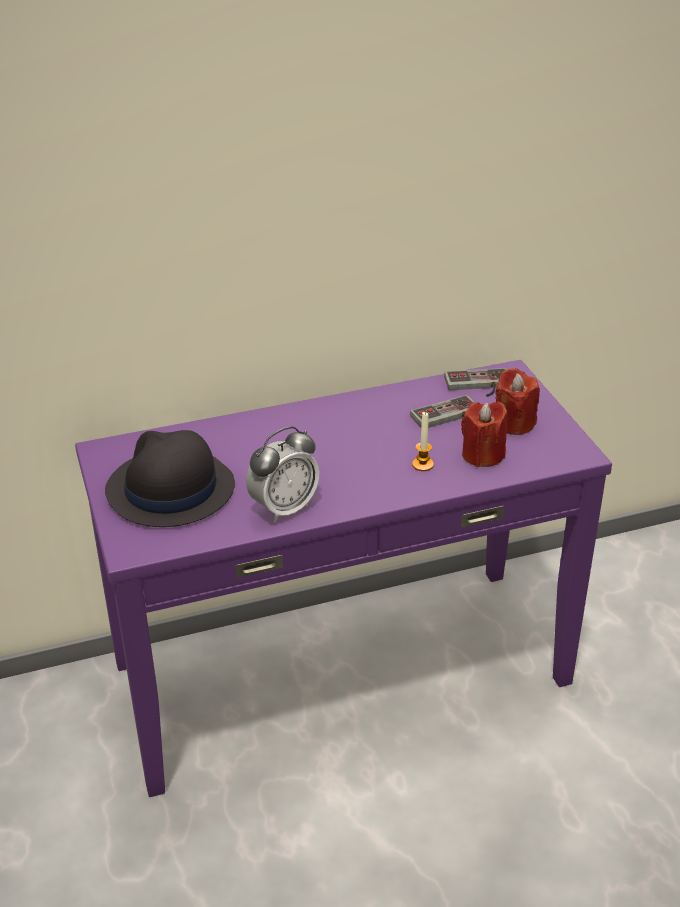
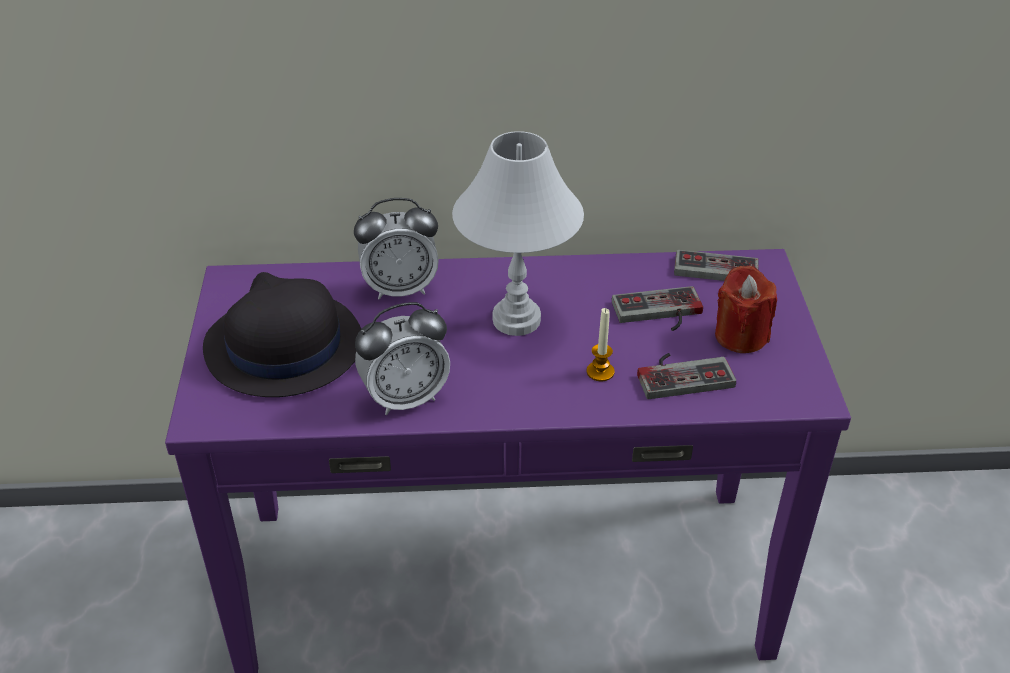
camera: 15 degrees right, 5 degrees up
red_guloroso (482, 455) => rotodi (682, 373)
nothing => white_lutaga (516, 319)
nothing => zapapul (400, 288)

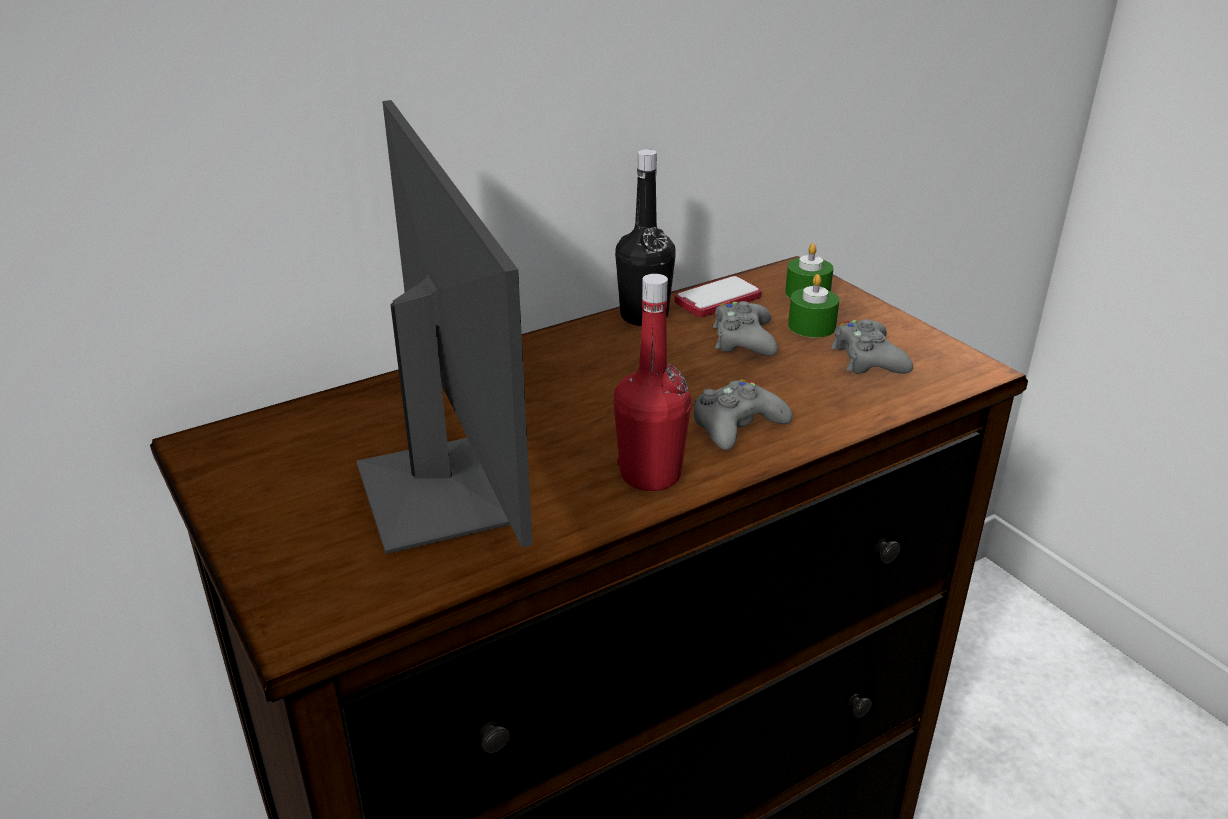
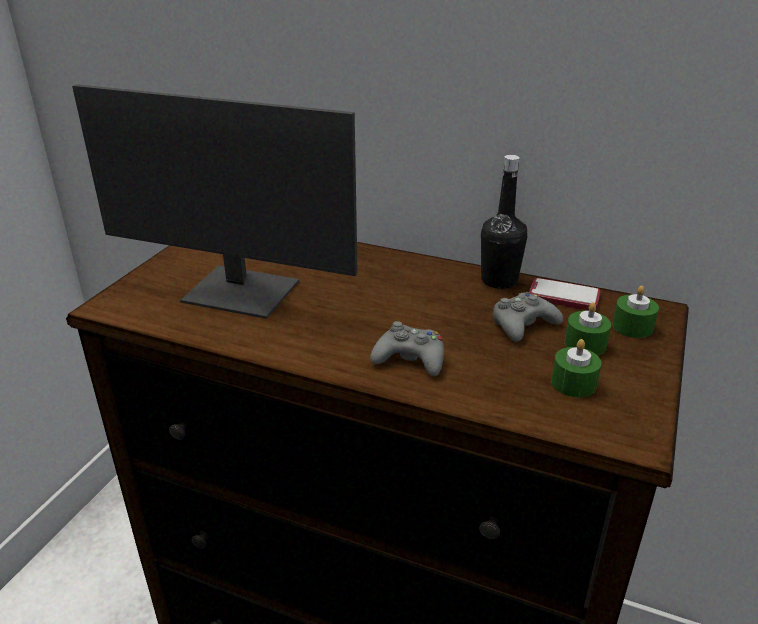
camera: 55 degrees right, 0 degrees up
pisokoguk (438, 491) => pisokoguk (240, 293), 75 degrees clockwise
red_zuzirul (650, 475) => nothing
grey_rotodi (868, 359) => green_guloroso (573, 383)

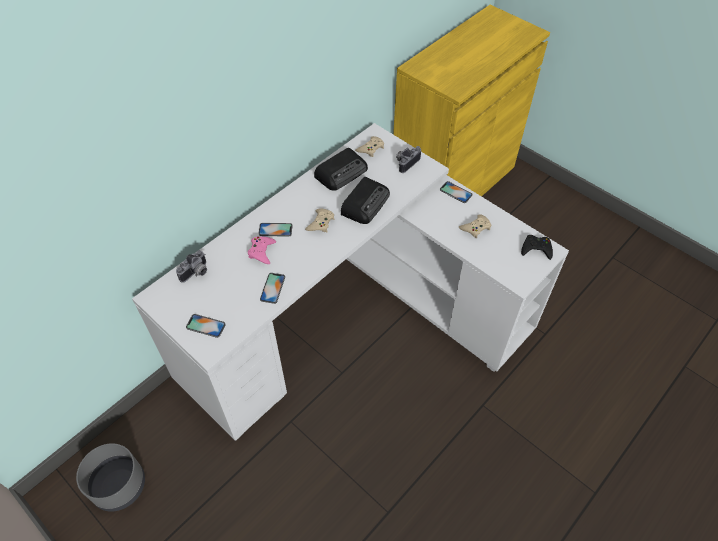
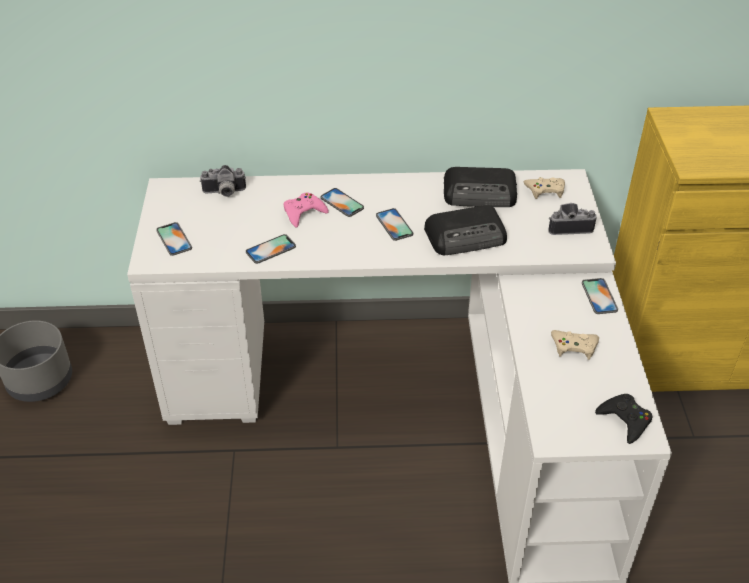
camera: 45 degrees right, 10 degrees down
beige_rotodi (320, 223) => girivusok (394, 225)

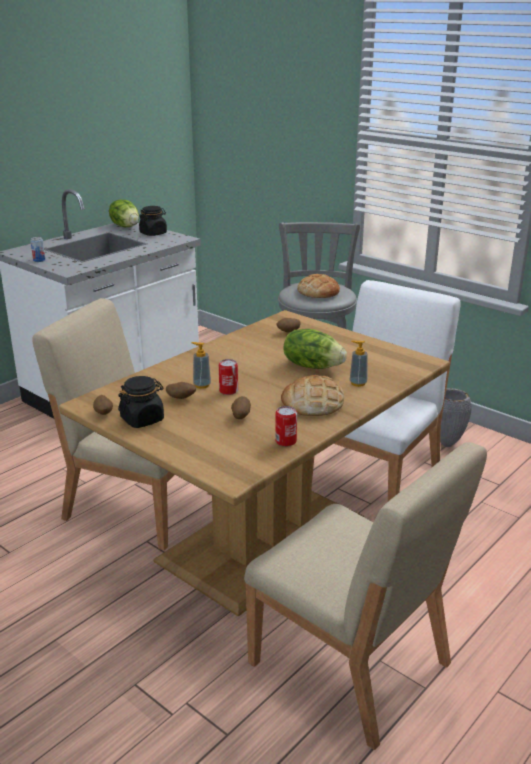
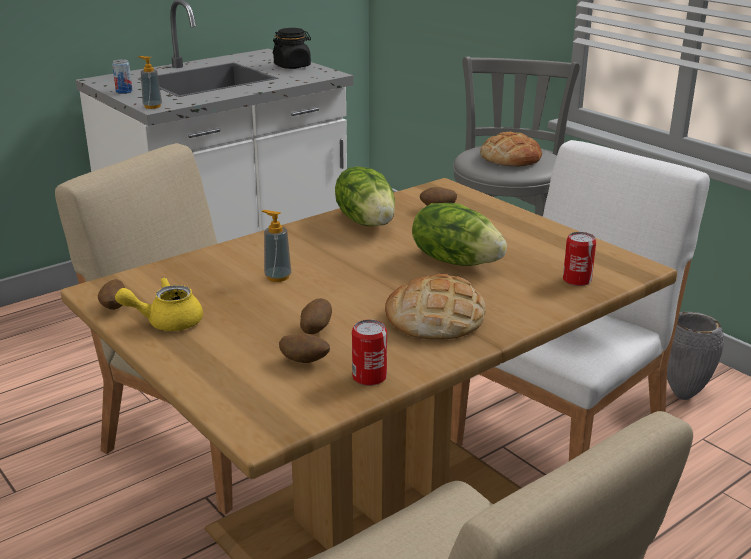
camera: 10 degrees right, 0 degrees up
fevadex (126, 226) => fevadex (367, 221), relocated
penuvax (358, 383) => penuvax (152, 106), relocated
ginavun (228, 391) => ginavun (577, 280), relocated
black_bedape (142, 419) => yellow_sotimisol (166, 322)
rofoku (181, 398) => rofoku (305, 362), relocated

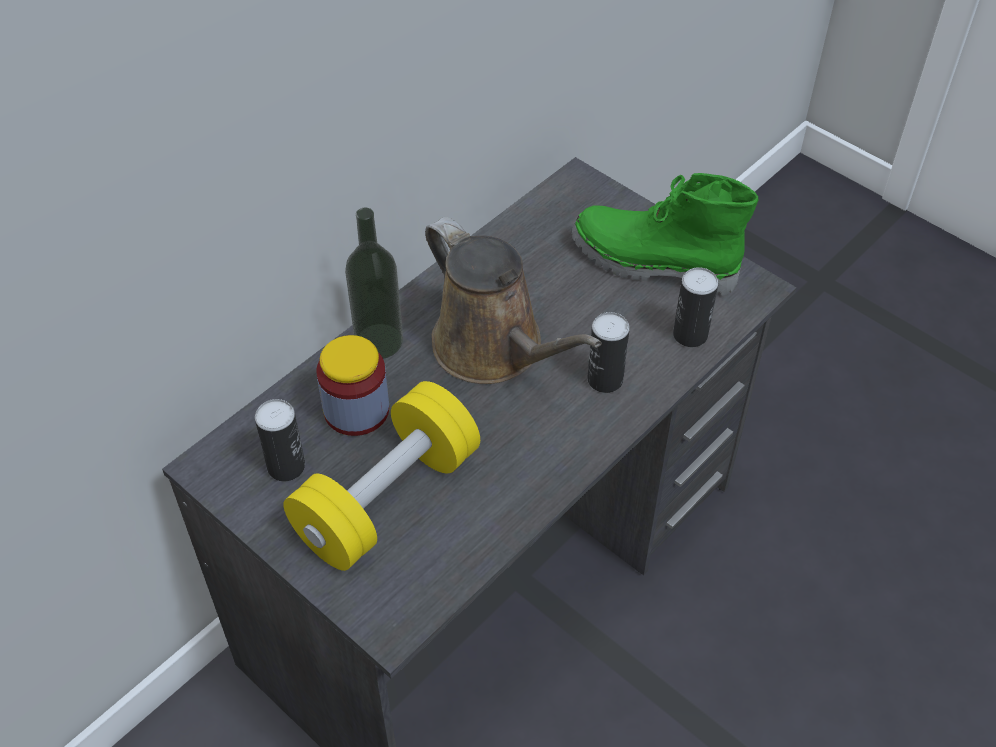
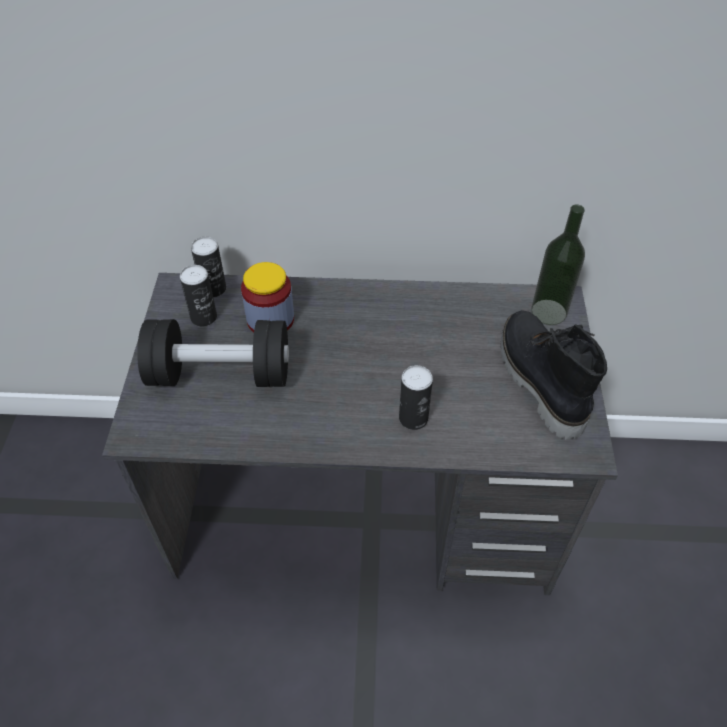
camera: 50 degrees right, 0 degrees up
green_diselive (652, 265) => black_diselive (538, 381)
zuzirul (379, 341) => zuzirul (549, 312), relocated
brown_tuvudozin (494, 349) => nothing
ginavun (690, 334) => ginavun (213, 289), relocated
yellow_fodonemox (387, 499) => black_fodonemox (220, 374)

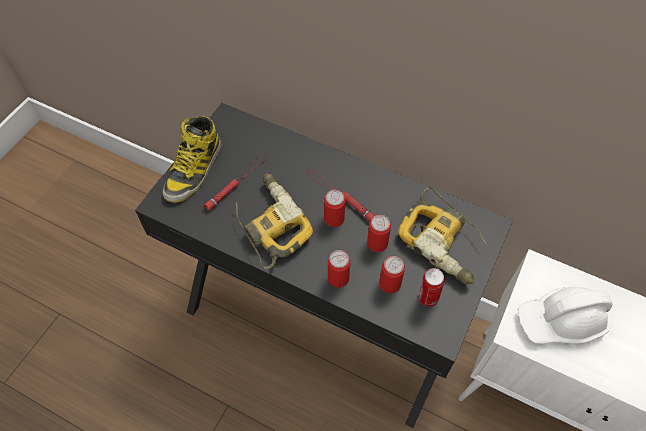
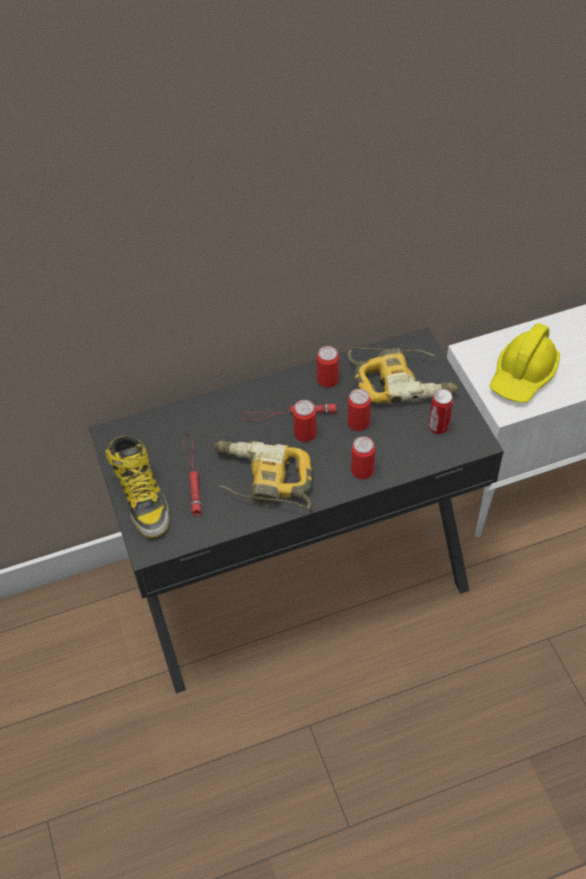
camera: 45 degrees left, 5 degrees down
ginavun (389, 284) => ginavun (327, 380), relocated
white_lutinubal (560, 321) => yellow_lutinubal (523, 375)

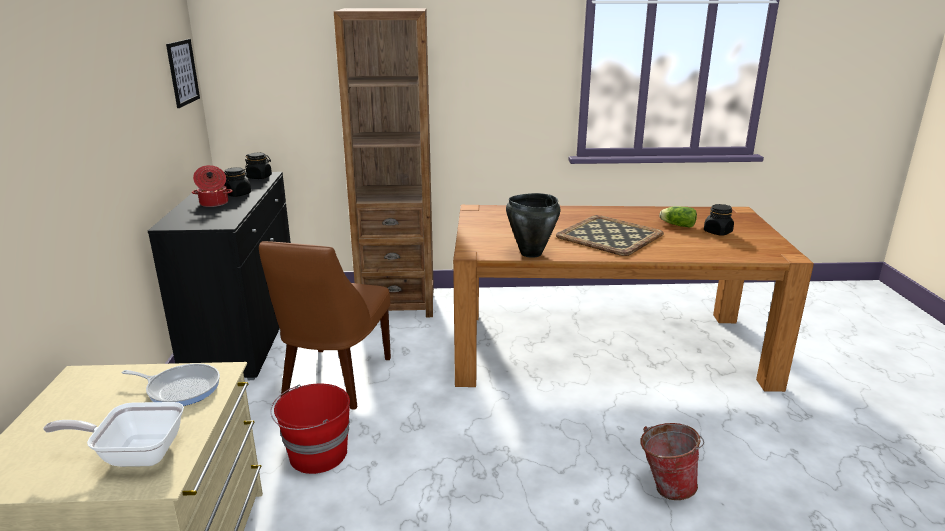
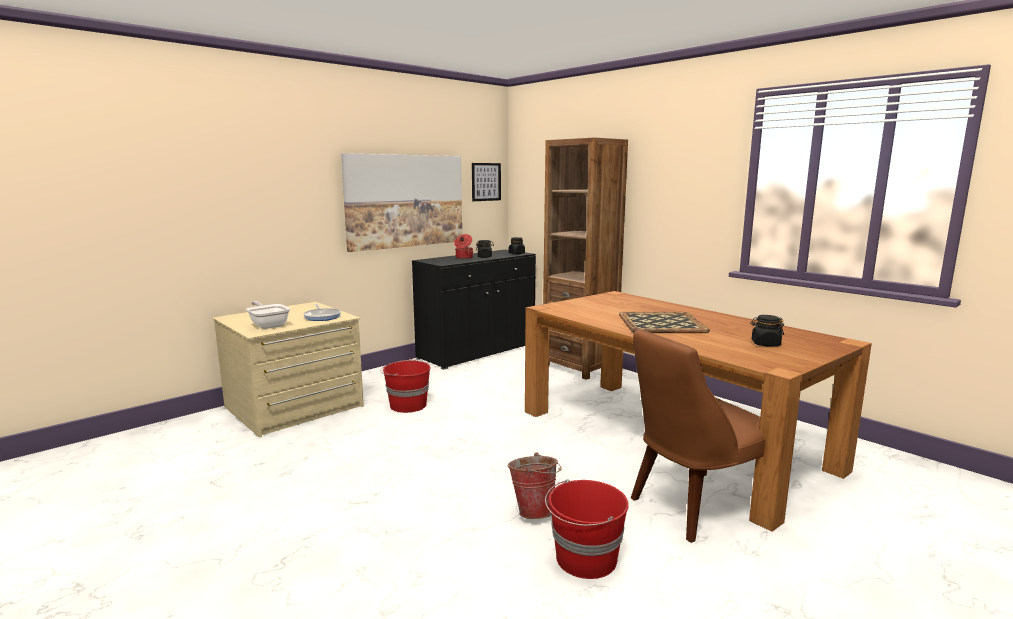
camera: 50 degrees right, 10 degrees down
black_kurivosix (530, 253) => nothing
fevadex (676, 225) => nothing
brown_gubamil (334, 381) => brown_gubamil (693, 506), relocated
nothing => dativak (405, 201)
nothing => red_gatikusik (585, 559)

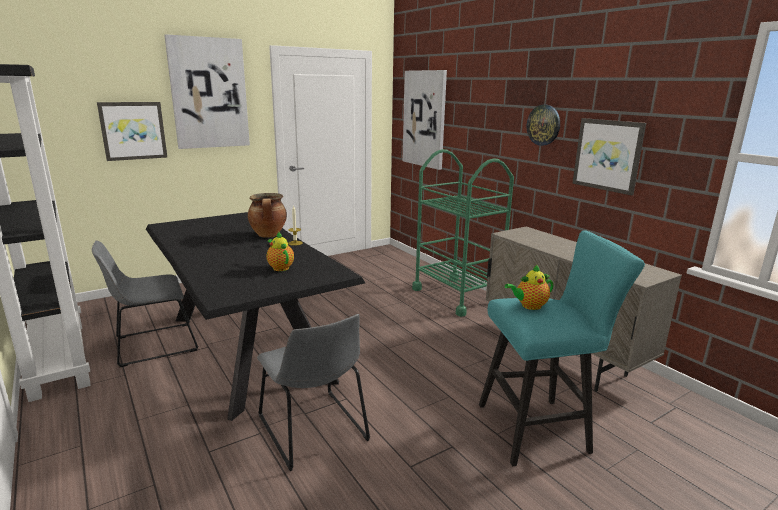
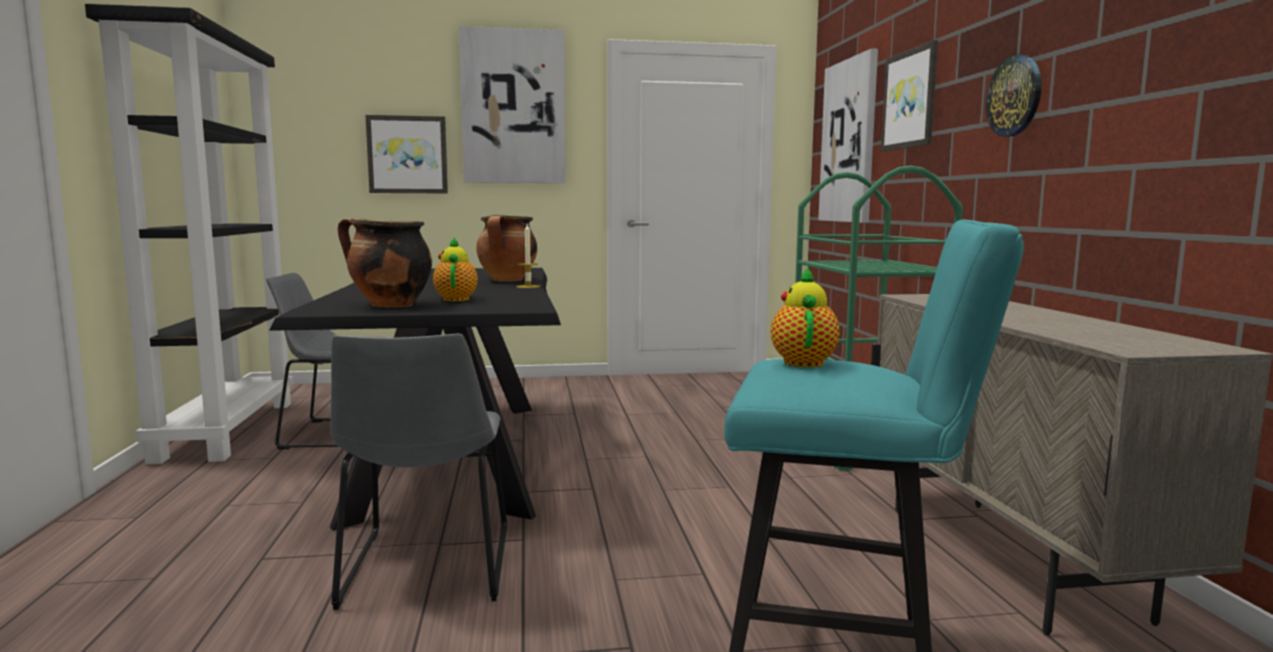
camera: 25 degrees right, 10 degrees down
dativak (608, 155) => dativak (910, 99), relocated
sotimisol (529, 306) => sotimisol (803, 362), 90 degrees clockwise
nothing => kurivosix (389, 305)

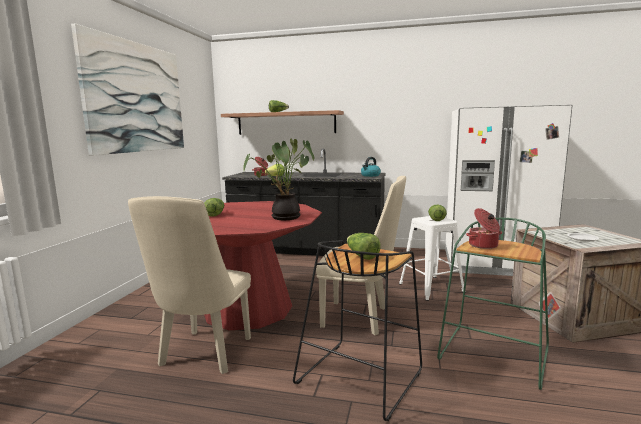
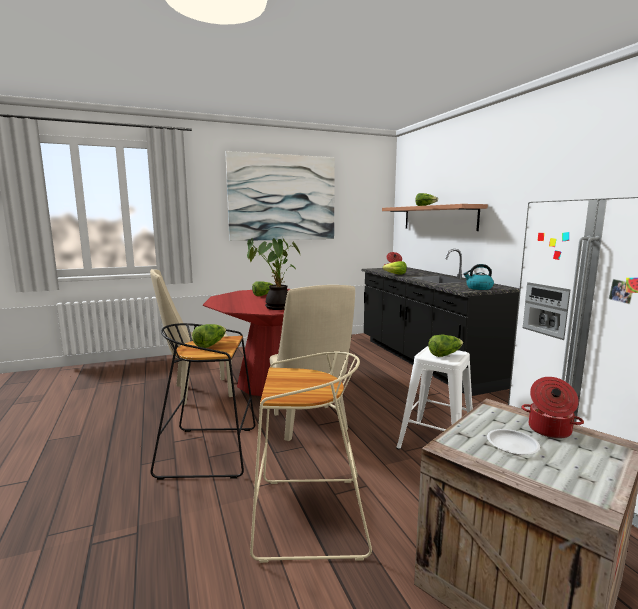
camera: 55 degrees right, 0 degrees up
kurivosix (483, 245) => kurivosix (549, 430), relocated
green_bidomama (494, 356) => beige_bidomama (307, 517)

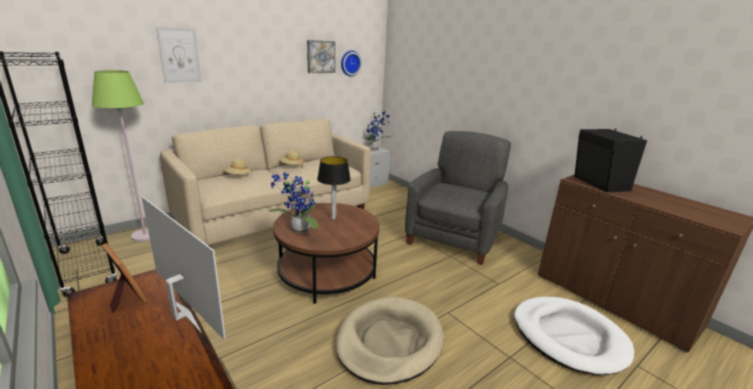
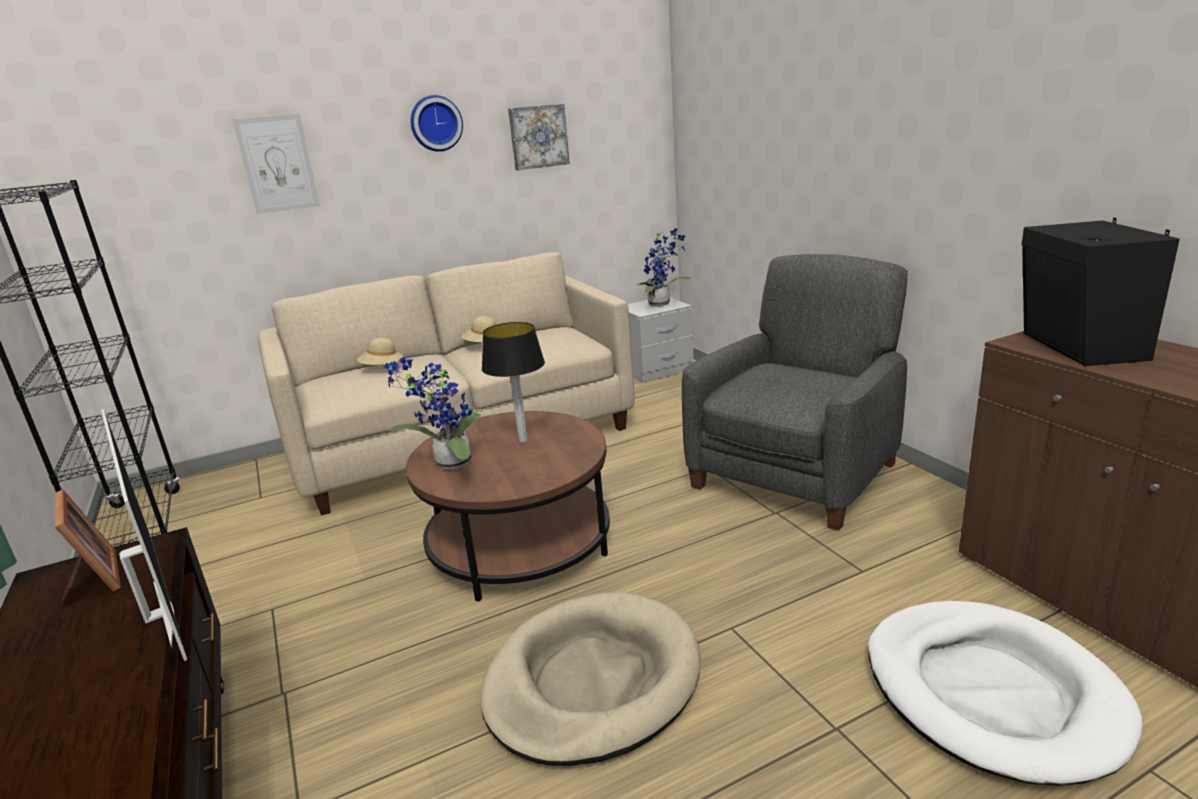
camera: 15 degrees right, 0 degrees up
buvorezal (350, 63) => buvorezal (435, 123), relocated
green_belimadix (145, 235) => nothing

